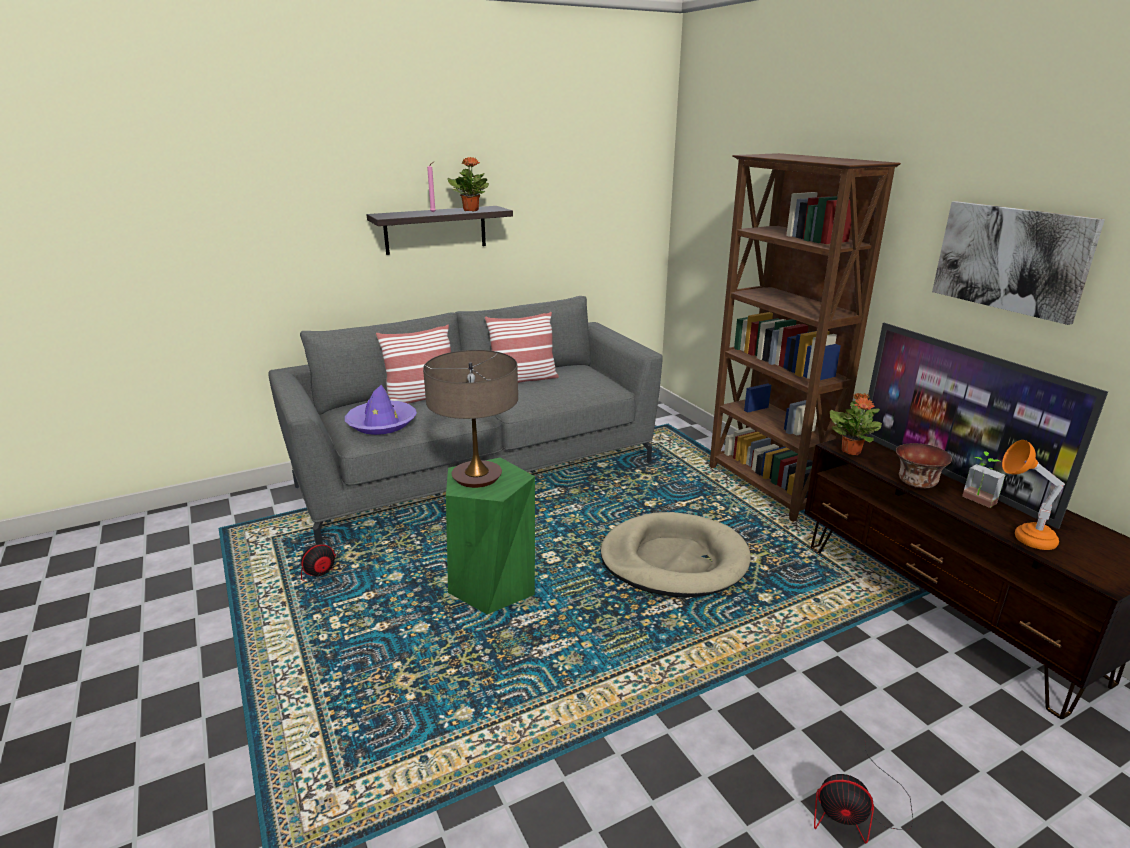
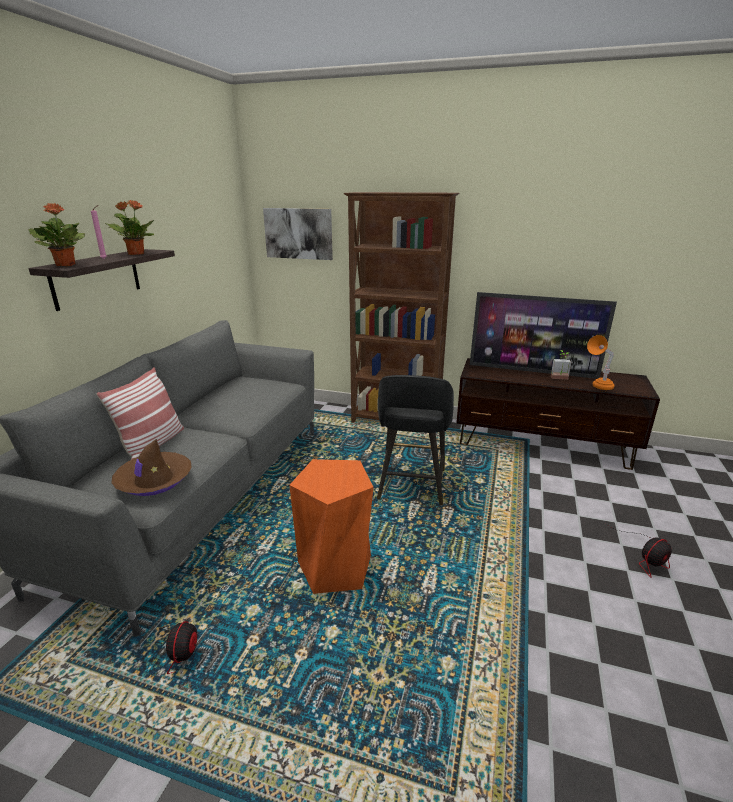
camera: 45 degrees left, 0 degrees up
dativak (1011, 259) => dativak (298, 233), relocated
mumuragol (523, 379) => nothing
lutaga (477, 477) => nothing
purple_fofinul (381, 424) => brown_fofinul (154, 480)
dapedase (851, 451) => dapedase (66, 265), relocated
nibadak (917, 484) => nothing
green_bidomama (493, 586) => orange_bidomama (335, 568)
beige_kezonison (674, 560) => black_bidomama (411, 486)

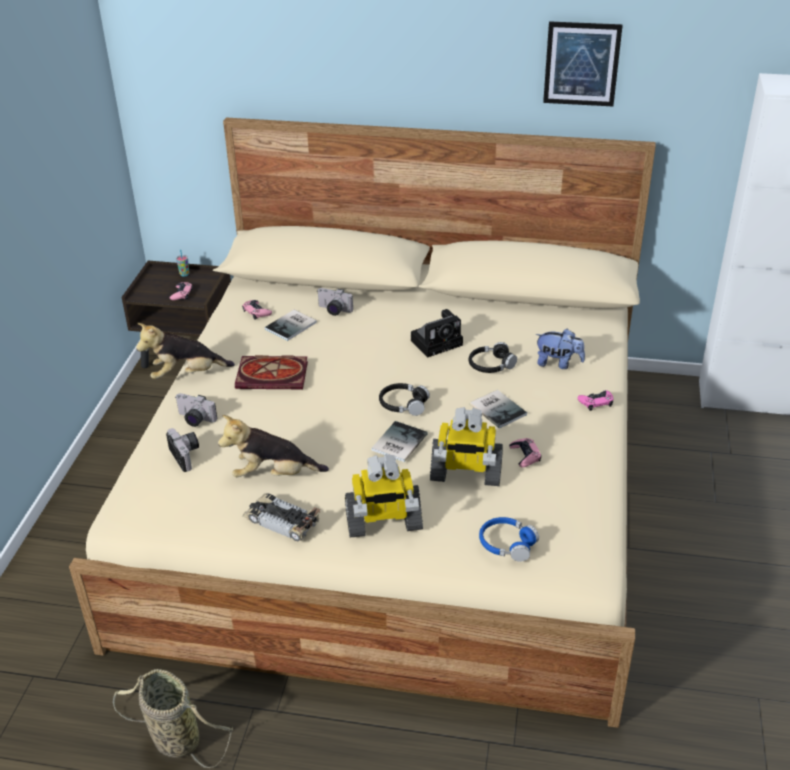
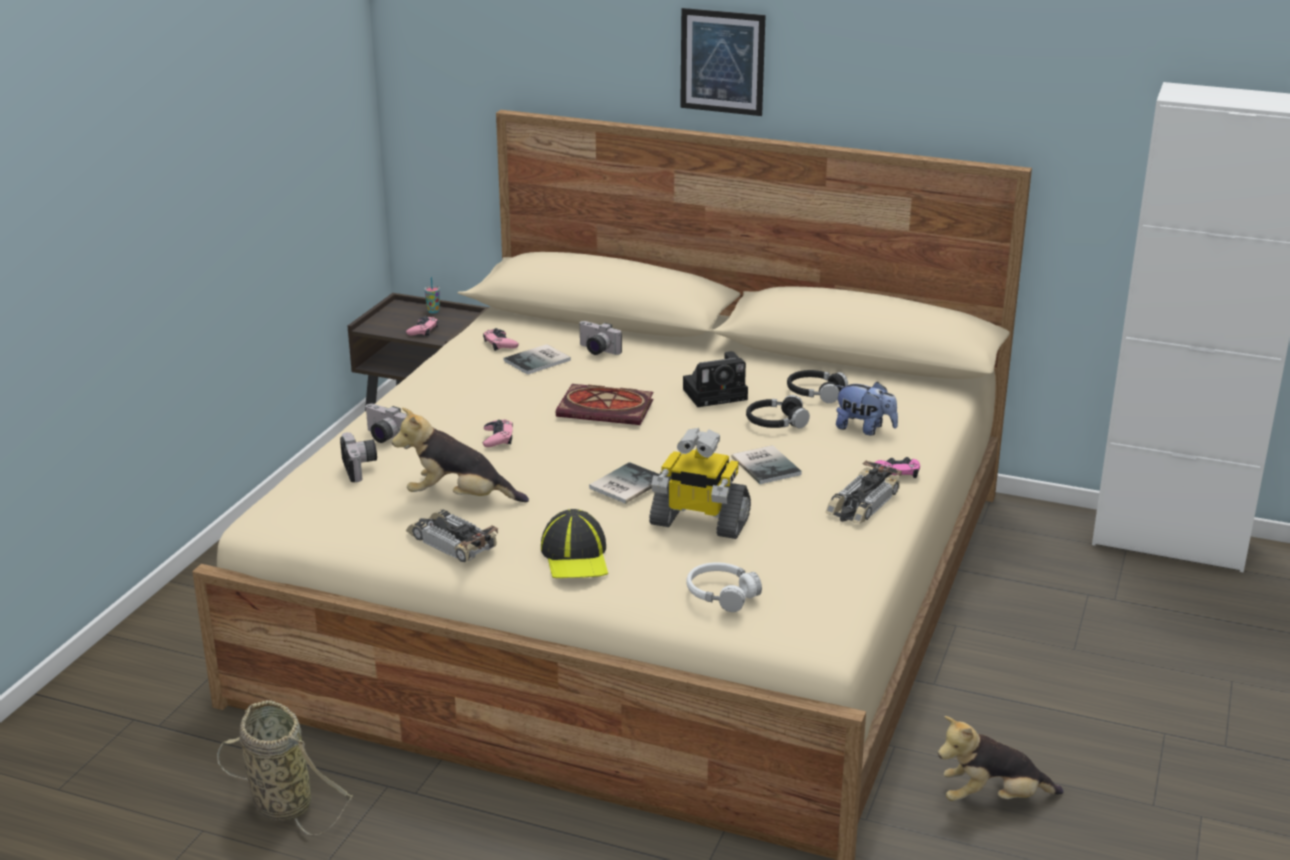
camera: 10 degrees right, 10 degrees down
dativak (581, 64) => dativak (722, 62), relocated
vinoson (186, 375) => vinoson (992, 799), relocated
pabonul (274, 375) => pabonul (608, 408), relocated
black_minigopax (403, 404) => black_minigopax (815, 393), relocated
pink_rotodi (525, 455) => pink_rotodi (498, 438), relocated
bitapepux (383, 522) => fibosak (576, 557)
blue_minigopax (507, 544) => white_minigopax (721, 594)
nothing => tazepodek (862, 503)

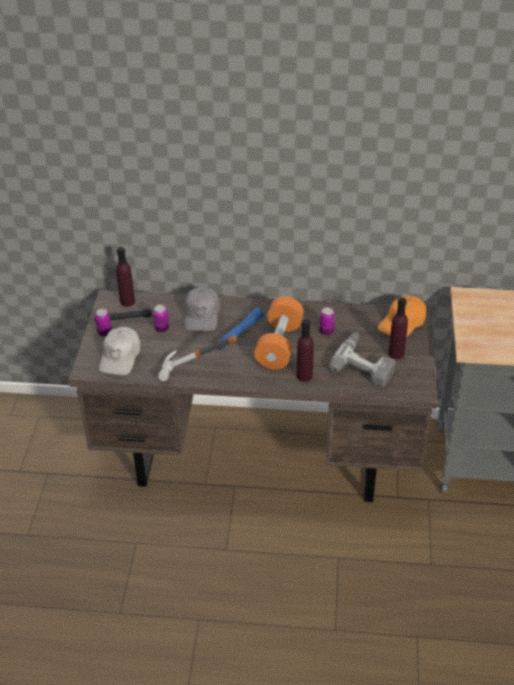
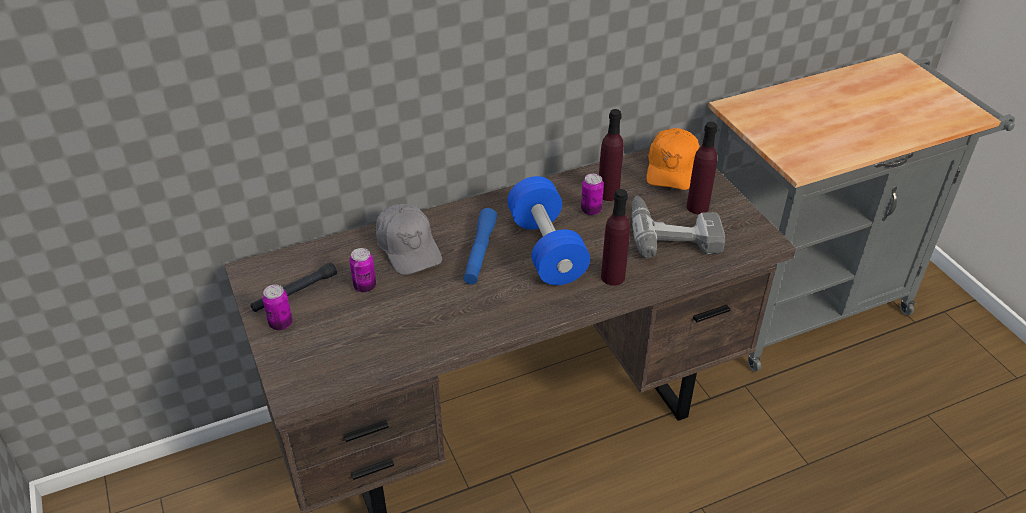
camera: 30 degrees left, 0 degrees up
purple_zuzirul (127, 301) => purple_zuzirul (608, 194), relocated
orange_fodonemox (279, 345) => blue_fodonemox (546, 249)
white_fibosak (120, 357) => nothing
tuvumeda (194, 376) => nothing

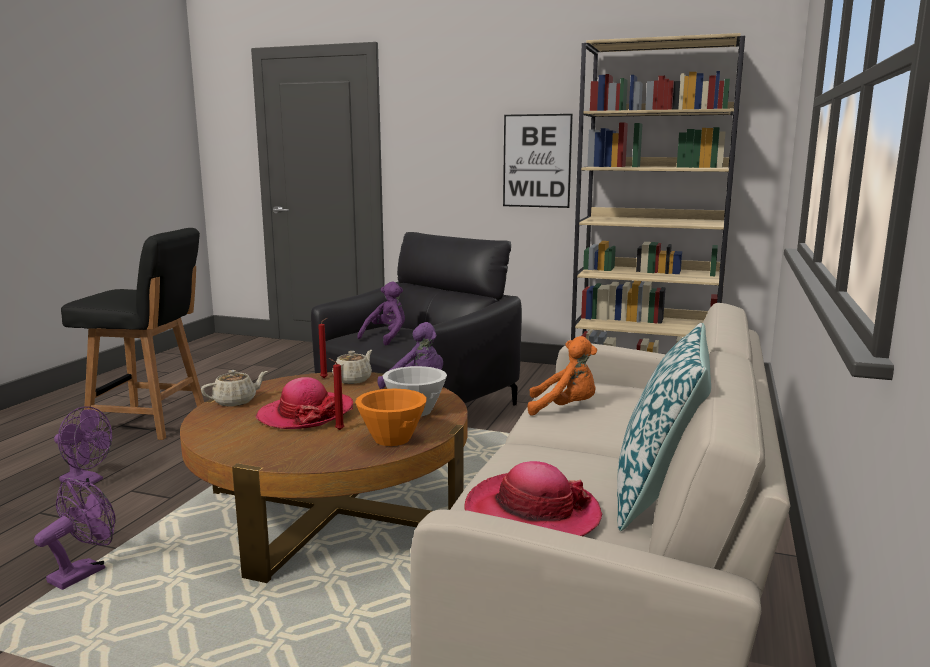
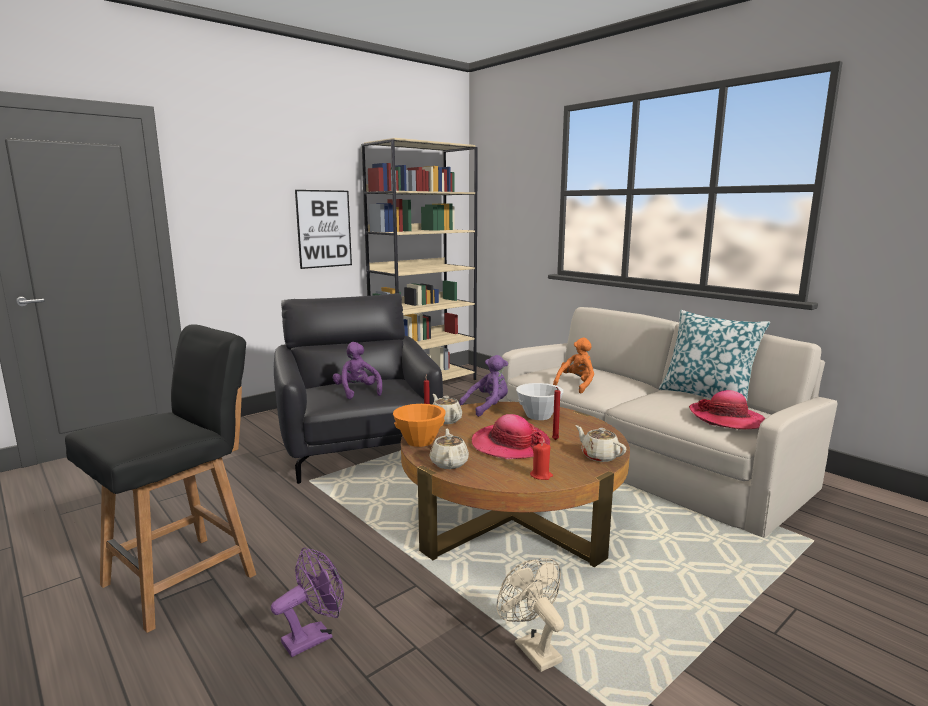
camera: 60 degrees left, 0 degrees up
orange_nibadak (391, 439) => orange_nibadak (420, 441), relocated
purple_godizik (84, 571) => beige_godizik (532, 648)
nothing => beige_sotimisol (599, 456)
nothing => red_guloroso (541, 475)

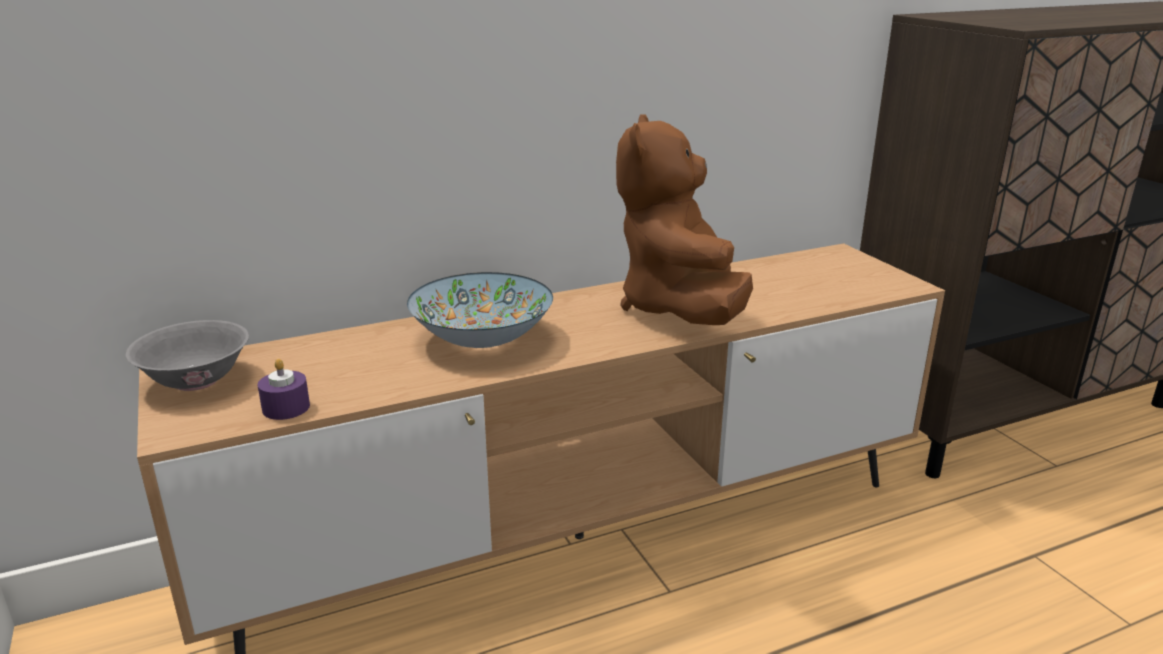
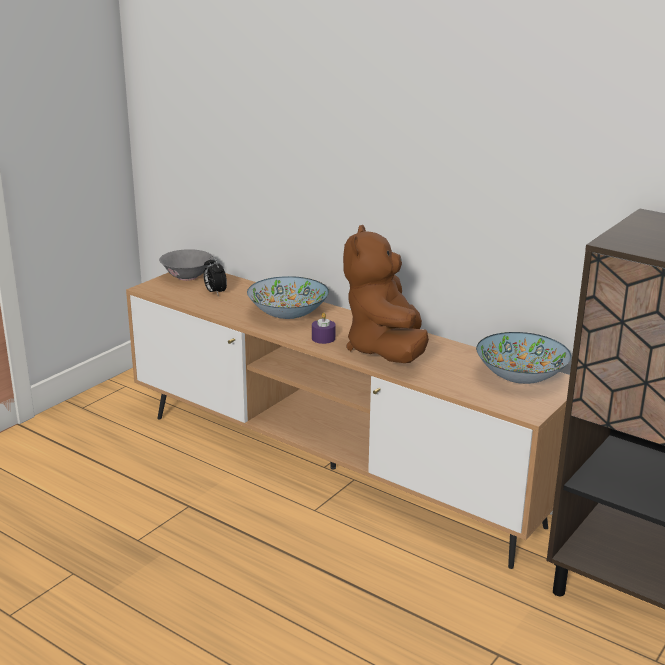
camera: 60 degrees right, 0 degrees up
brown_vinoson (680, 309) => brown_vinoson (386, 350), 60 degrees counterclockwise
purple_guloroso (286, 407) => purple_guloroso (323, 338), relocated
nothing => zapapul (215, 292)
nothing => nibadak (520, 377)

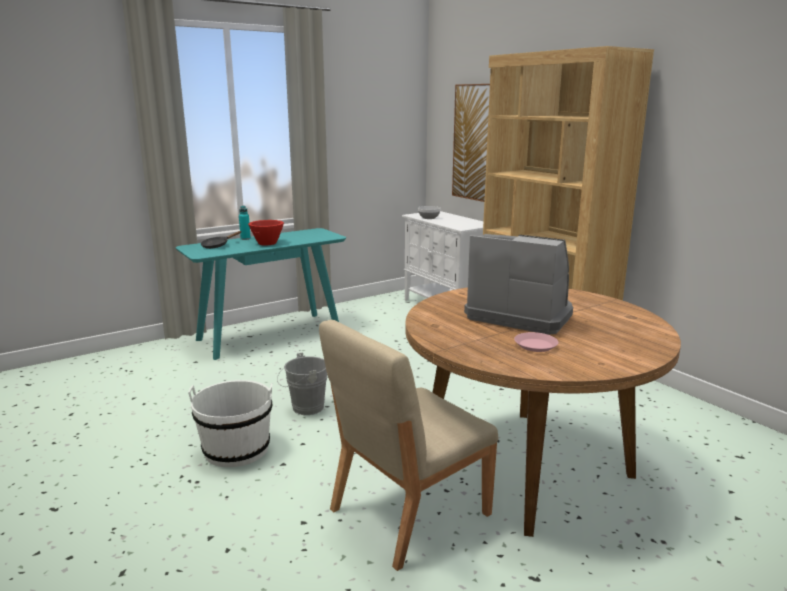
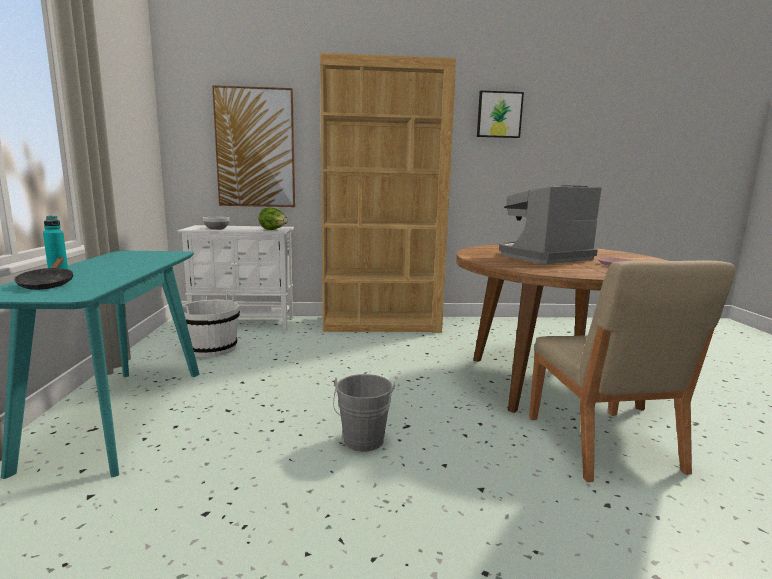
camera: 60 degrees left, 5 degrees down
red_nibadak (267, 243) => nothing
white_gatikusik (236, 449) => white_gatikusik (211, 349), relocated
nothing => dativak (499, 115)
nothing => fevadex (274, 230)

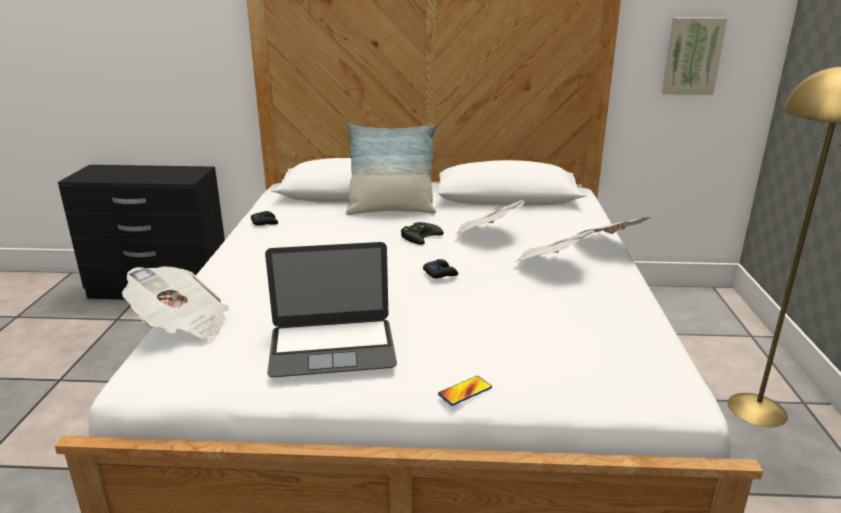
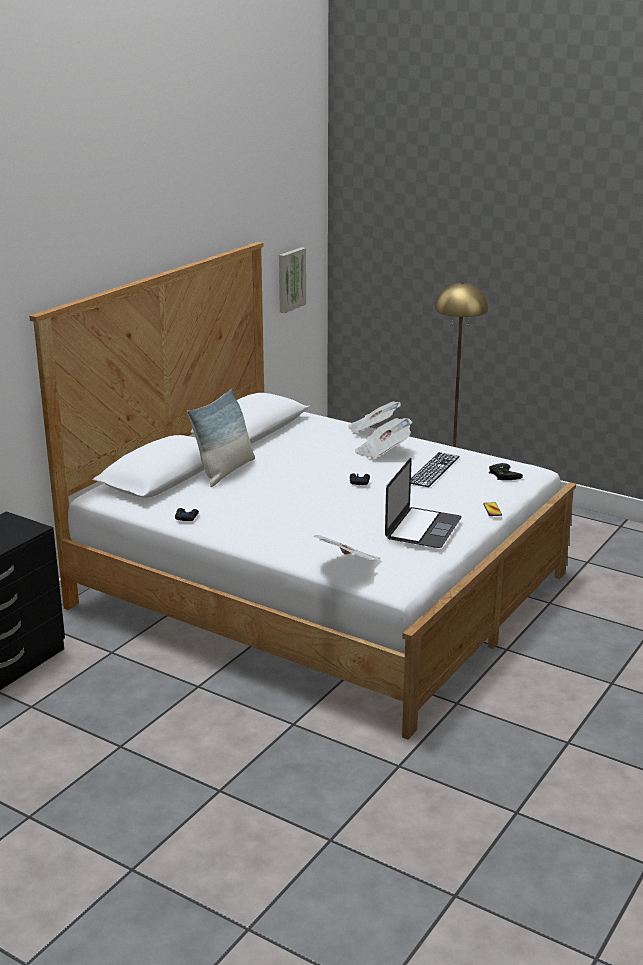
camera: 60 degrees left, 0 degrees up
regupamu (487, 235) => nothing
black_rotodi (420, 235) => black_rotodi (502, 474), relocated
nothing => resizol (433, 469)

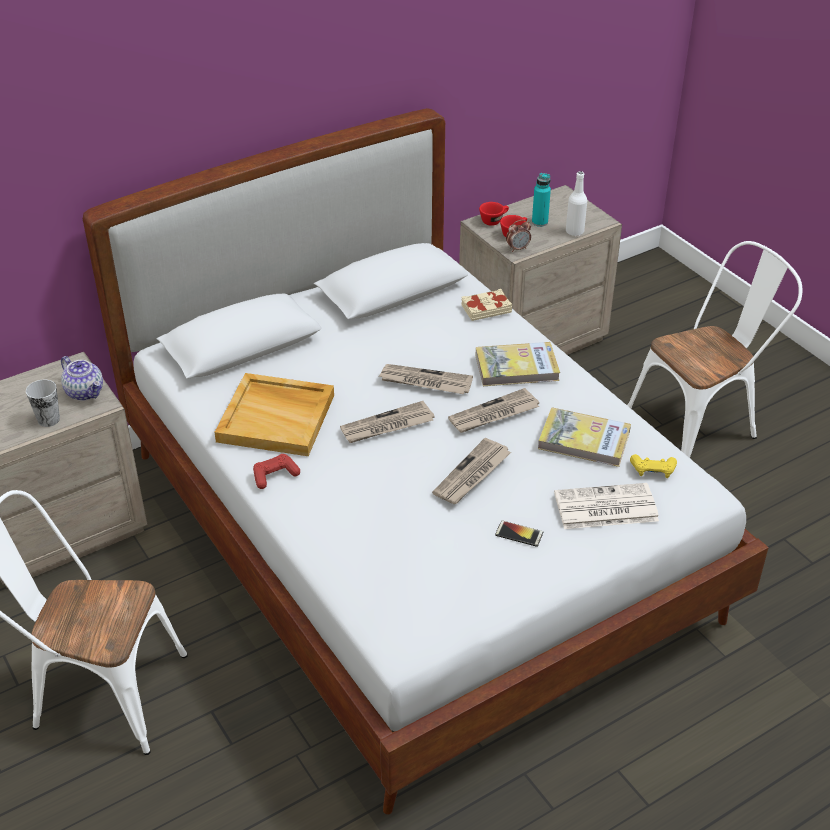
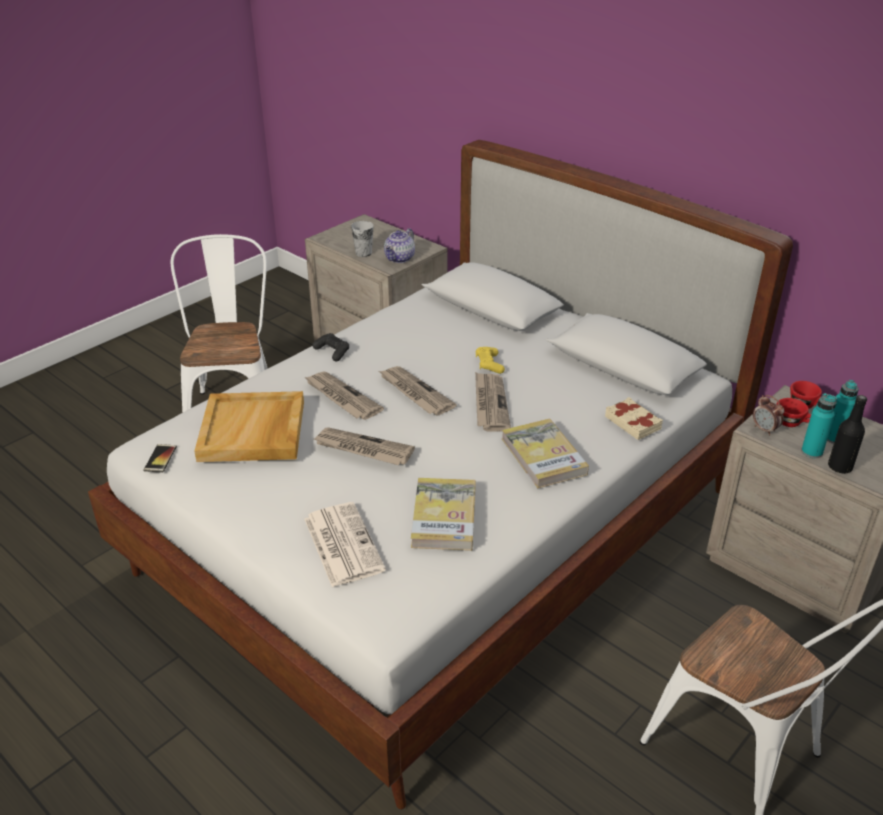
camera: 75 degrees right, 5 degrees down
white_zuzirul (574, 231) => black_zuzirul (840, 467)
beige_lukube (277, 417) => beige_lukube (253, 431), relocated
regupamu (493, 414) => regupamu (341, 398), relocated
red_rotodi (275, 476) => black_rotodi (332, 352)
yellow_rotodi (653, 470) => yellow_rotodi (489, 364), relocated
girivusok (519, 534) => girivusok (160, 459), relocated
nothing => turquoise_zuzirul (812, 452)

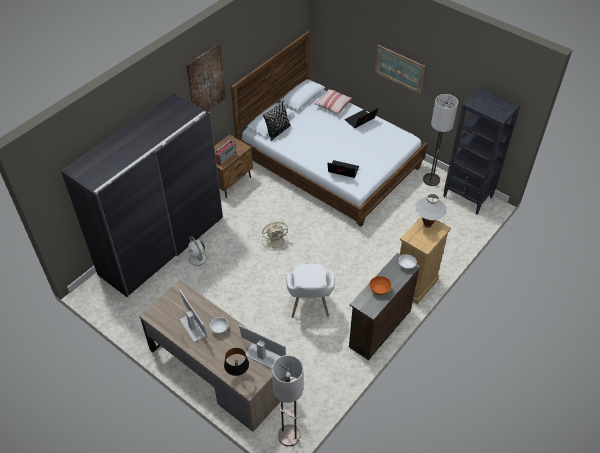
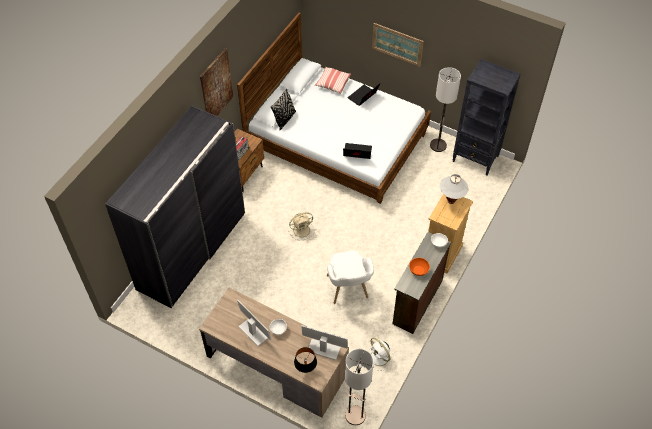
camera: 10 degrees left, 5 degrees up
white_godizik (198, 259) => white_godizik (380, 358), relocated

